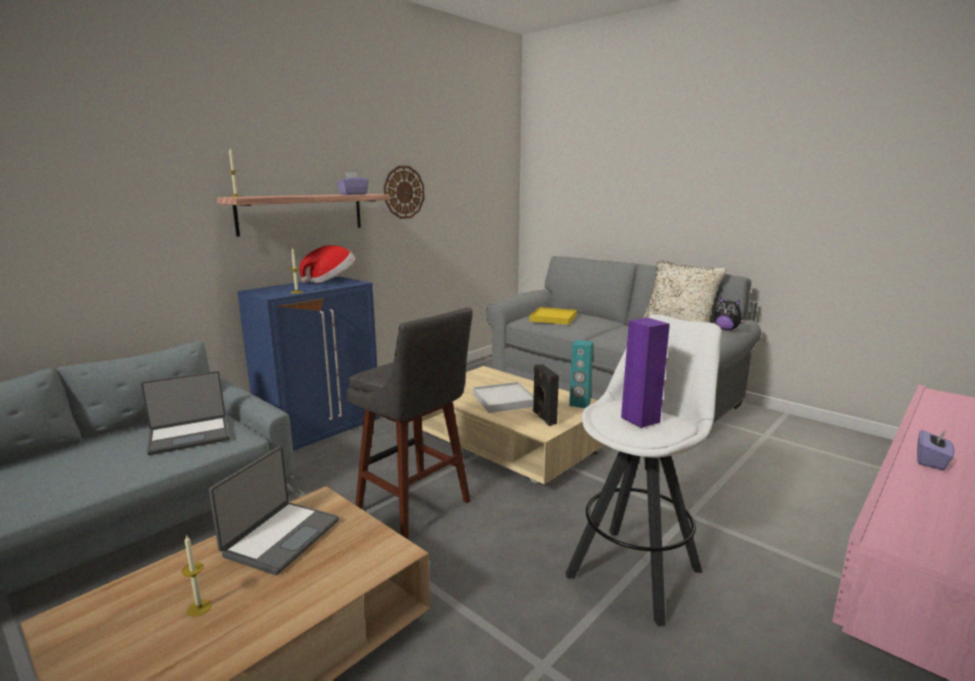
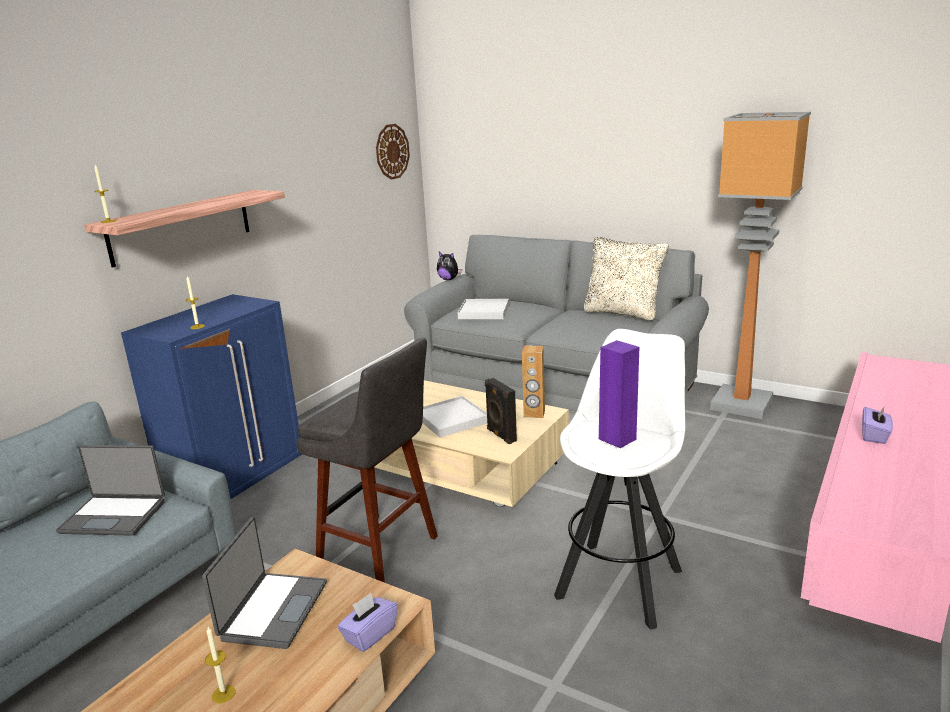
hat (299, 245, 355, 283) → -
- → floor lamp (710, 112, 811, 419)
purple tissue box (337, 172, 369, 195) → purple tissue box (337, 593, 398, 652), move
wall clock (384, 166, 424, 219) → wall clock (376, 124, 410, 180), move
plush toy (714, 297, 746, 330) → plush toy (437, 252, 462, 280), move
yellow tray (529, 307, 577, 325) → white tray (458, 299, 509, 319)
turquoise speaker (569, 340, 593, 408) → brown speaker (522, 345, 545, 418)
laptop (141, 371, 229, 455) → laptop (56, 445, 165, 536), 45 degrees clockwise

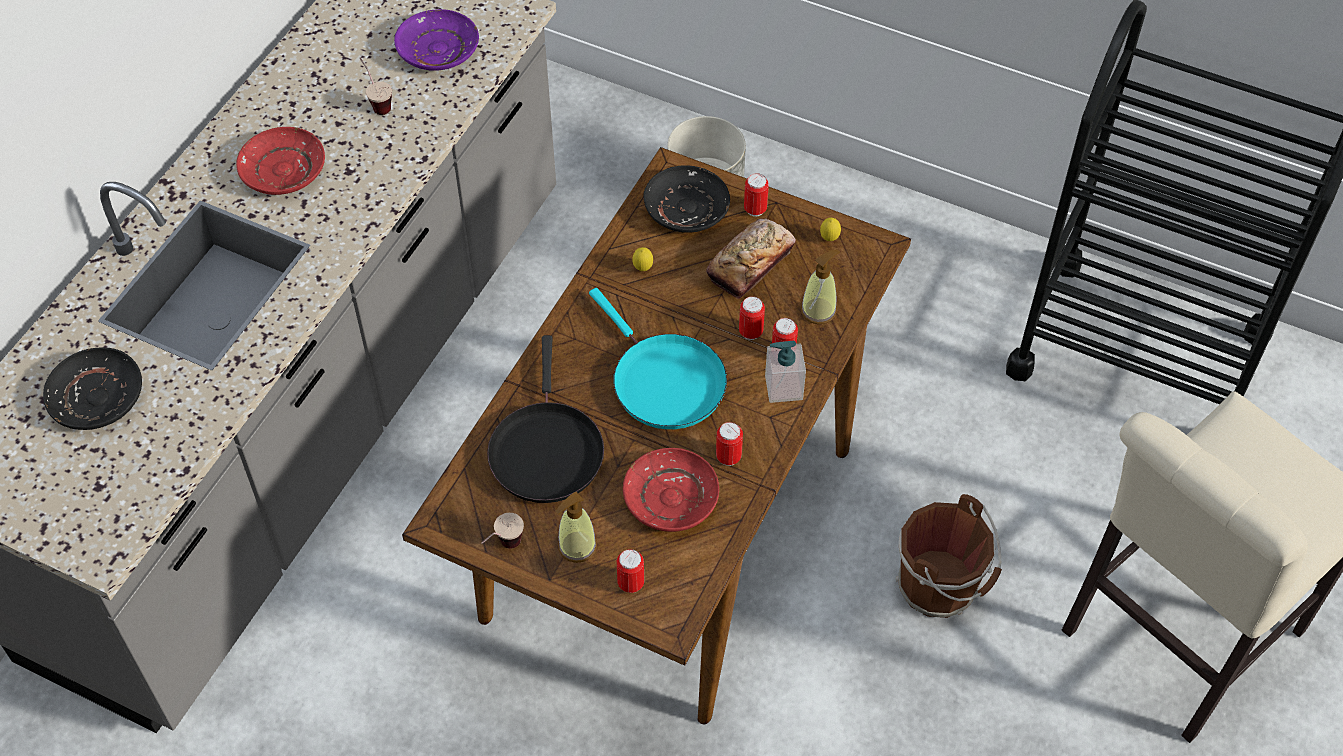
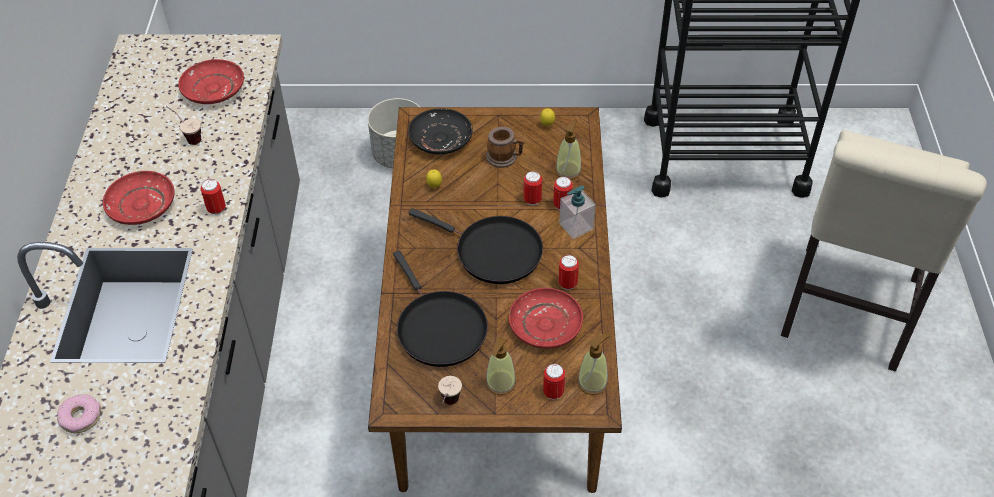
brown bucket (895, 494, 1002, 618) → -
- → soap dispenser (577, 333, 611, 395)
can (744, 173, 769, 216) → can (200, 179, 226, 215), move
black plate (43, 347, 142, 430) → donut (57, 394, 101, 433)
bread (706, 219, 796, 299) → mug (486, 127, 524, 168)
purple plate (394, 9, 479, 70) → red plate (178, 59, 244, 104)
turquoise frying pan (589, 288, 727, 429) → black frying pan (409, 208, 543, 284)

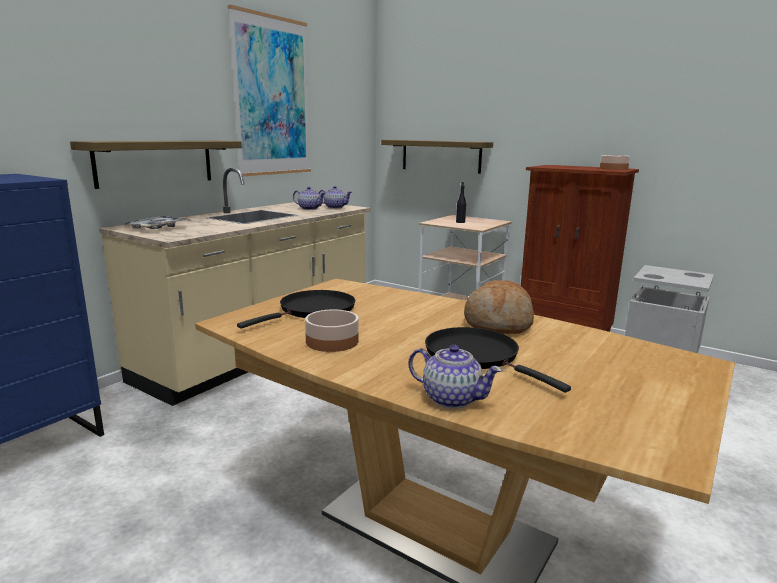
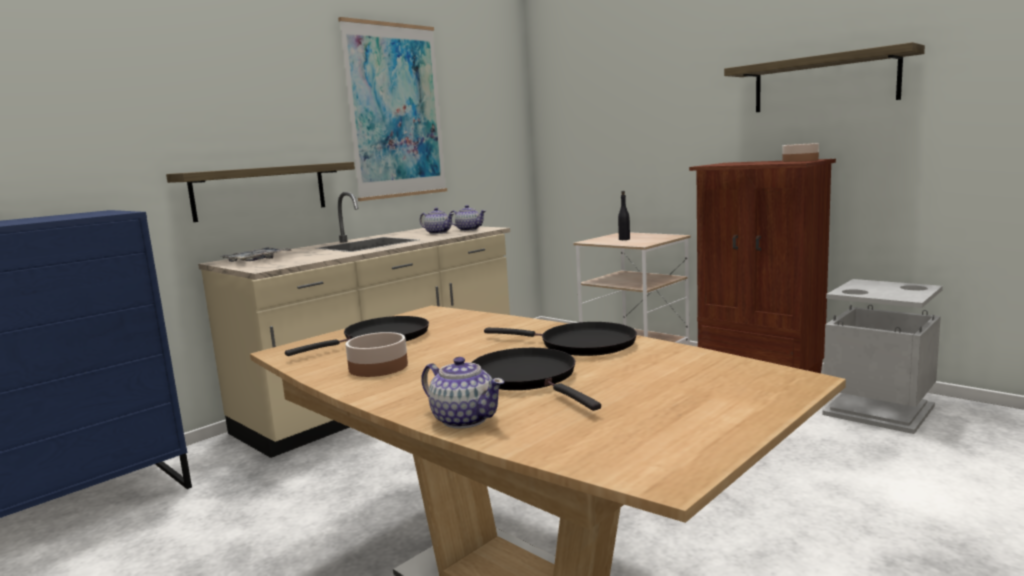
shelf (381, 140, 493, 174) → shelf (724, 42, 925, 112), move
bread (464, 280, 534, 334) → black frying pan (484, 322, 637, 356)

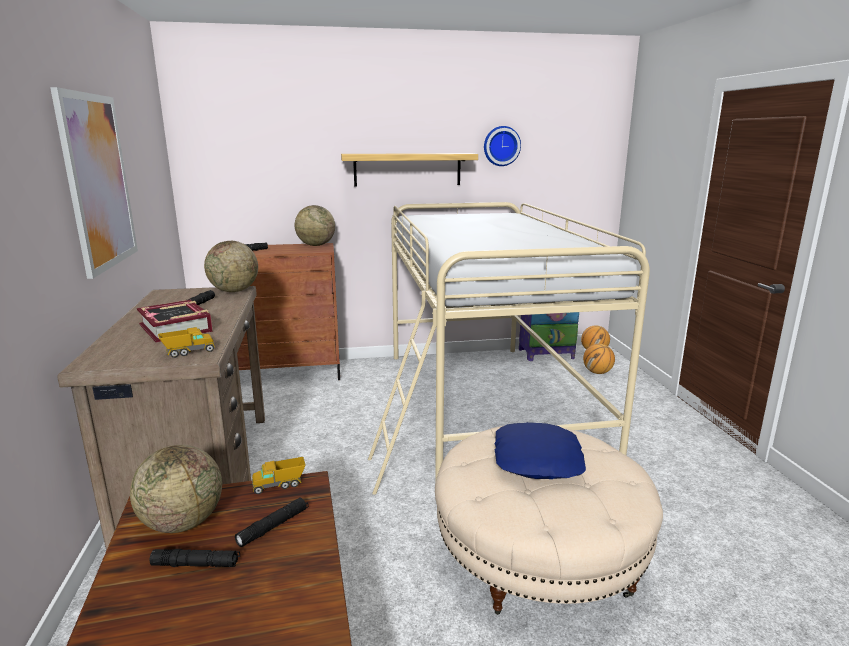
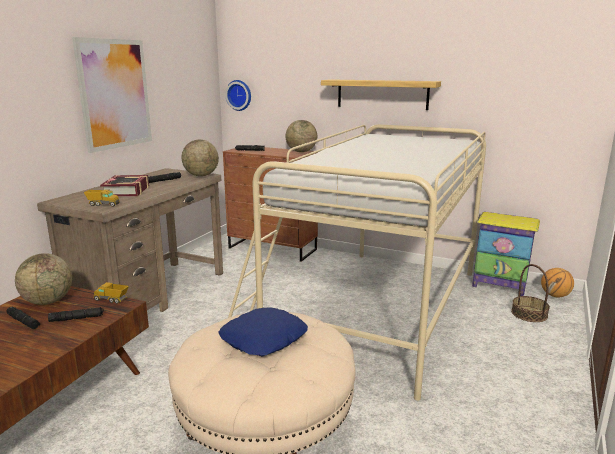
wall clock (484, 126, 521, 166) → wall clock (225, 80, 251, 111), move
basketball (583, 344, 615, 374) → basket (511, 264, 550, 322)

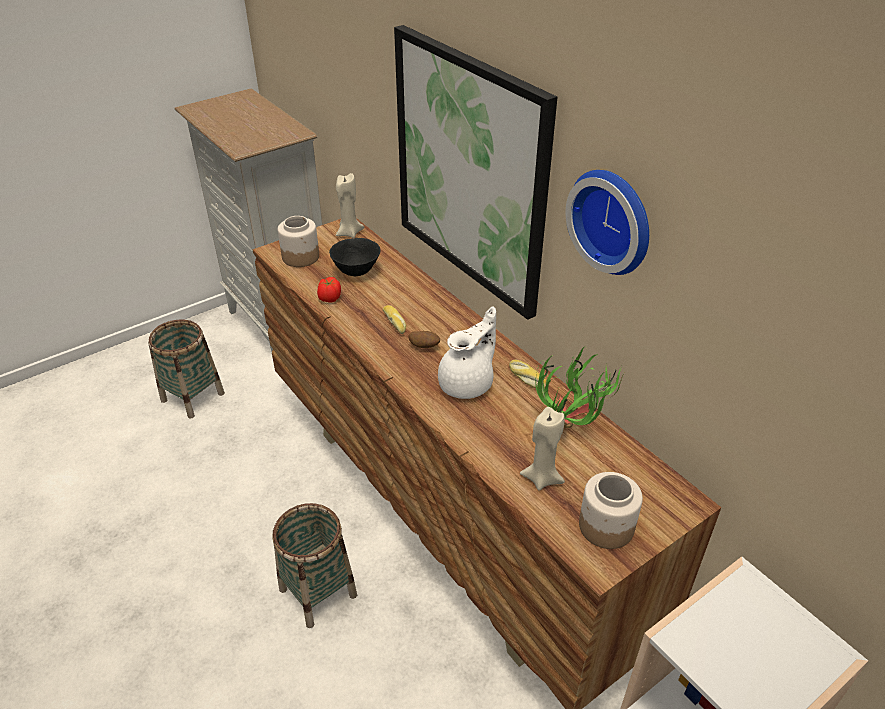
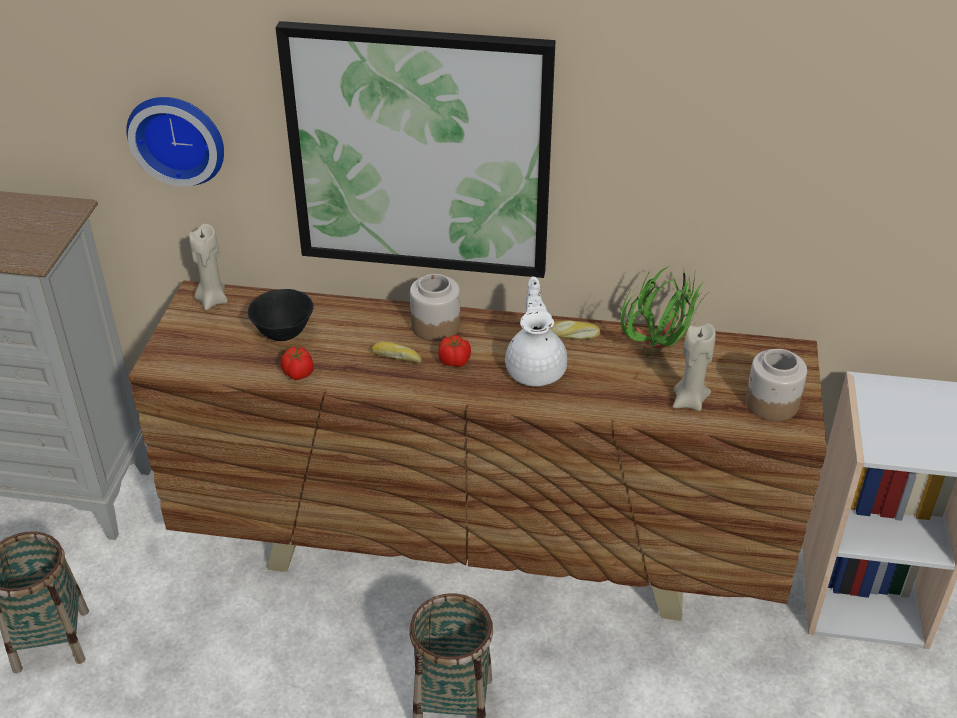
jar (278, 216, 319, 267) → jar (410, 274, 460, 341), move
wall clock (566, 170, 649, 275) → wall clock (126, 97, 224, 186), move
potato (409, 331, 440, 348) → tomato (438, 335, 471, 367)

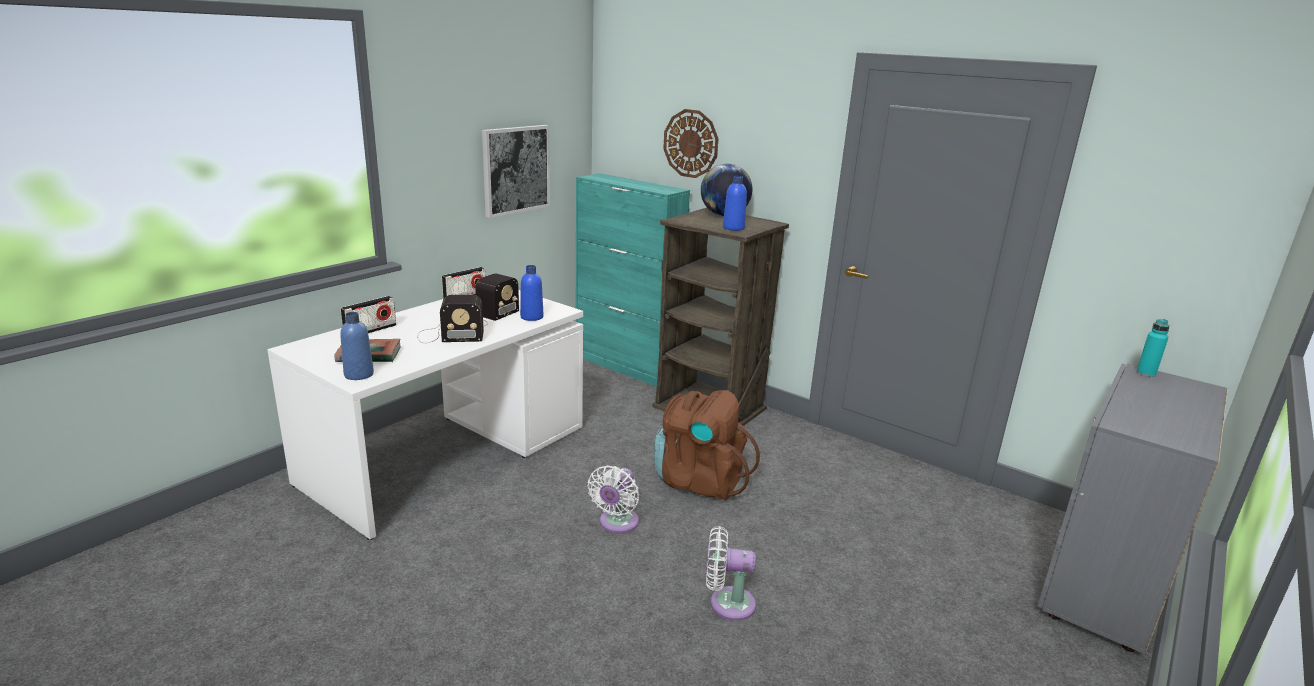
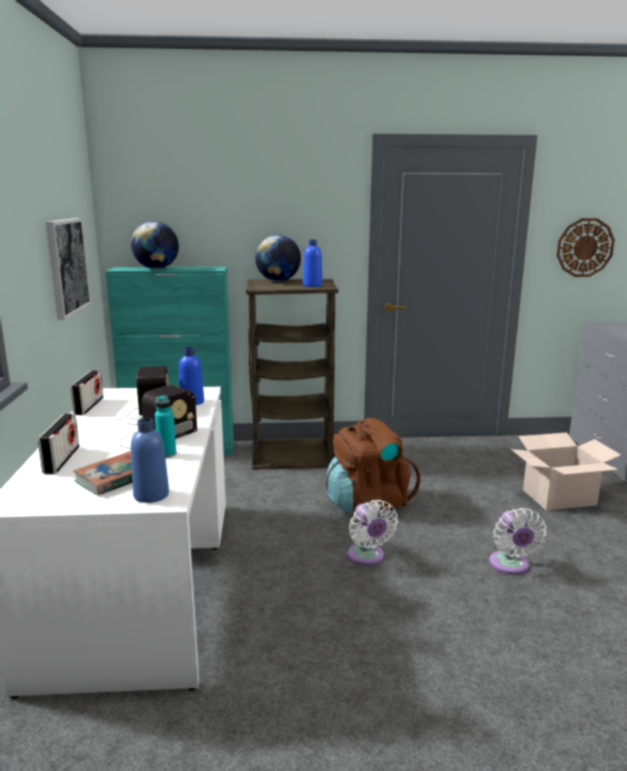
- → globe (131, 221, 179, 269)
- → cardboard box (511, 432, 621, 511)
wall clock (663, 109, 718, 178) → wall clock (557, 218, 615, 277), move
turquoise bottle (1136, 319, 1169, 377) → turquoise bottle (155, 395, 176, 458), move
white fan (706, 526, 756, 621) → white fan (489, 508, 547, 575), 60 degrees counterclockwise

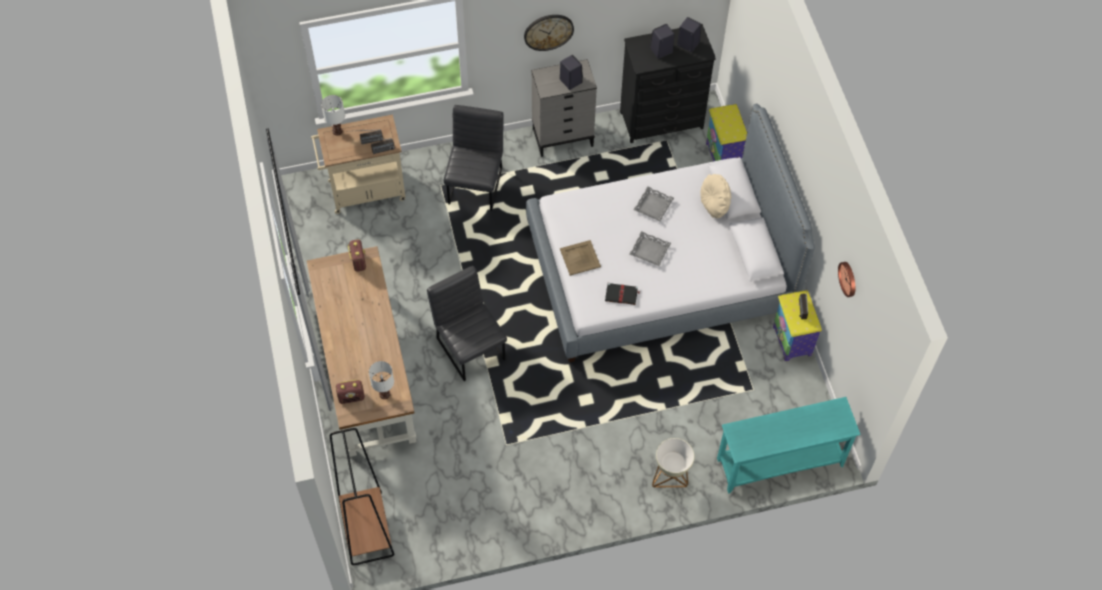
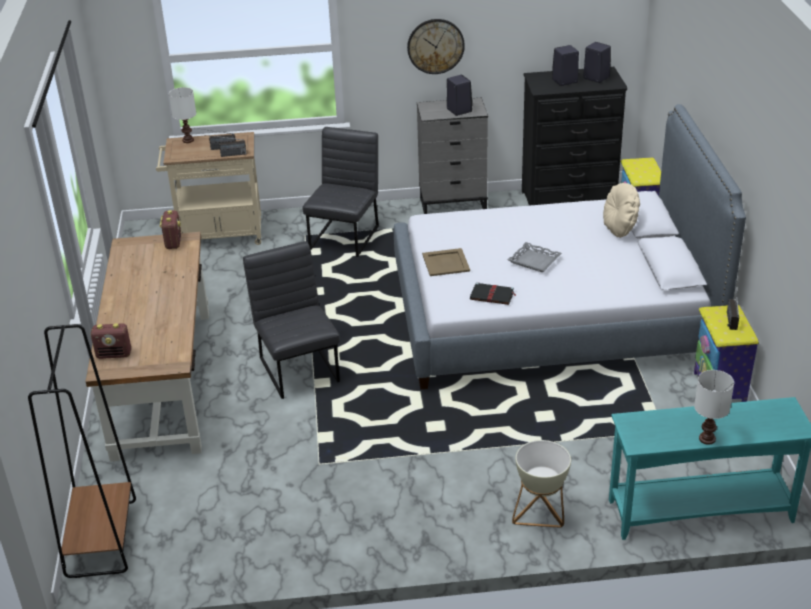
grey tray (633, 186, 674, 221) → -
wall clock (838, 262, 855, 297) → -
white table lamp (369, 361, 394, 399) → white table lamp (694, 370, 734, 445), move

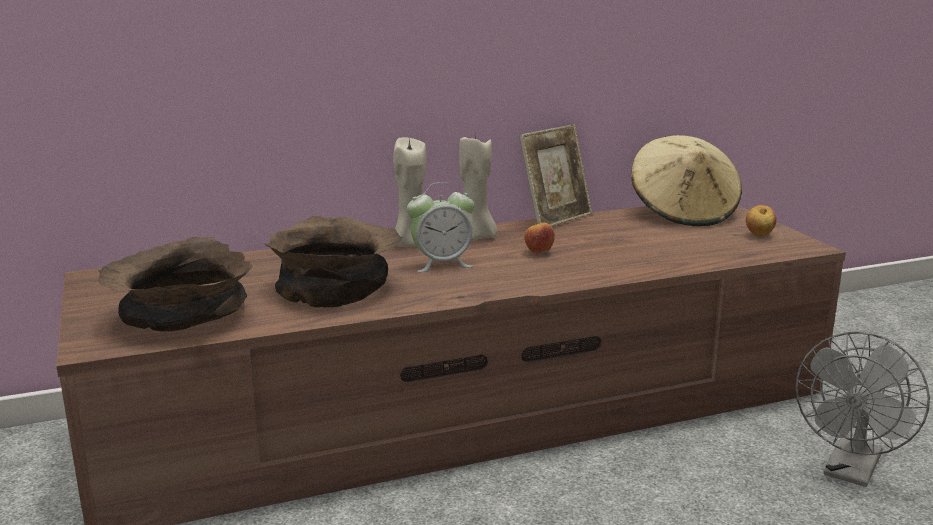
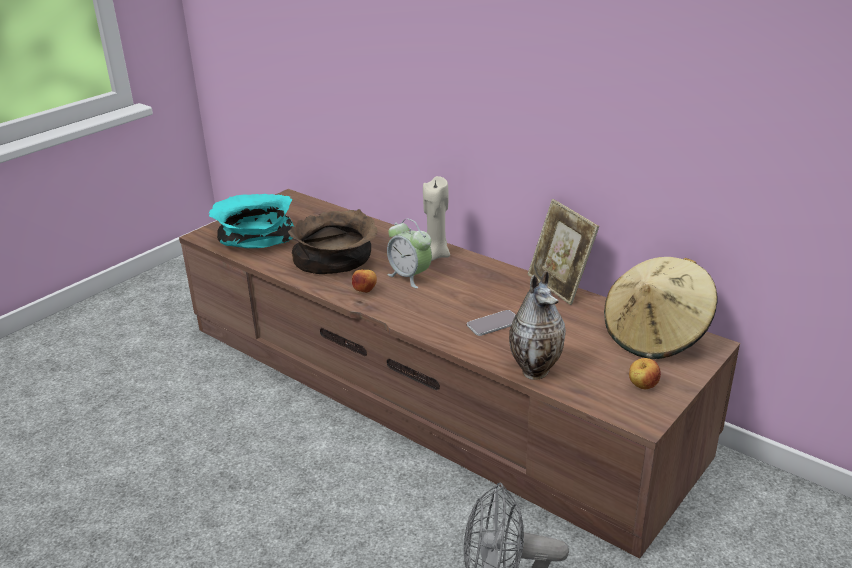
beige candle (459, 133, 498, 241) → -
- → phone (467, 310, 516, 336)
- → vase (509, 271, 566, 380)
apple (524, 223, 555, 253) → apple (352, 269, 377, 293), move
brown bowl (98, 237, 253, 332) → turquoise bowl (209, 194, 294, 248)
picture frame (519, 124, 592, 227) → picture frame (527, 199, 599, 305), 45 degrees clockwise

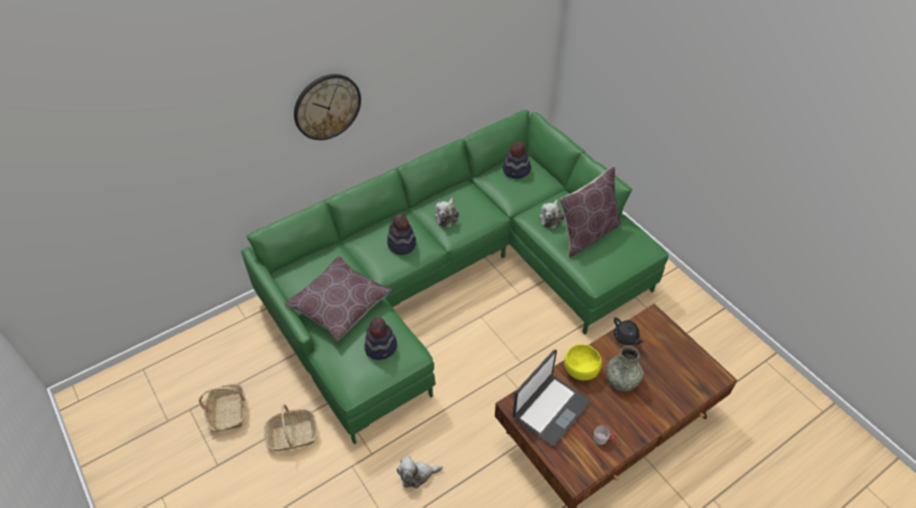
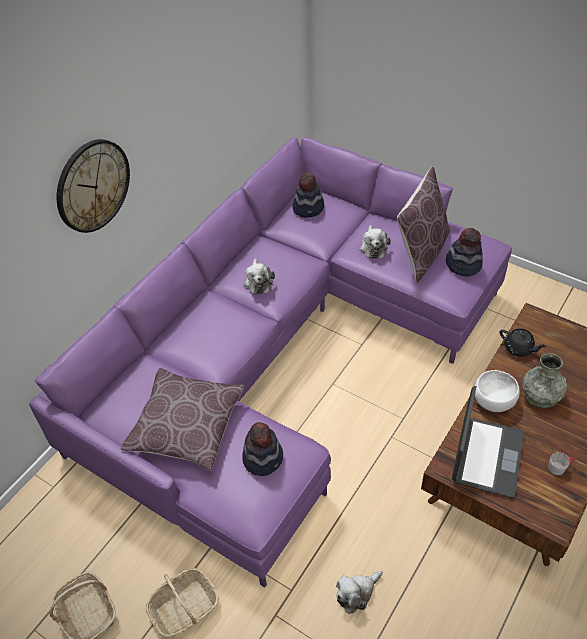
hat (387, 215, 416, 255) → hat (446, 228, 483, 277), move
green sofa (241, 110, 669, 444) → purple sofa (29, 137, 512, 588)
yellow bowl (564, 344, 602, 380) → white bowl (475, 370, 520, 412)

